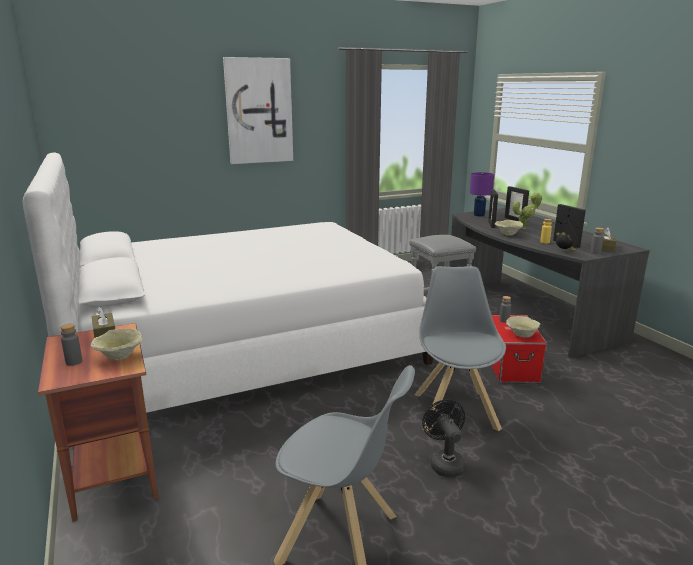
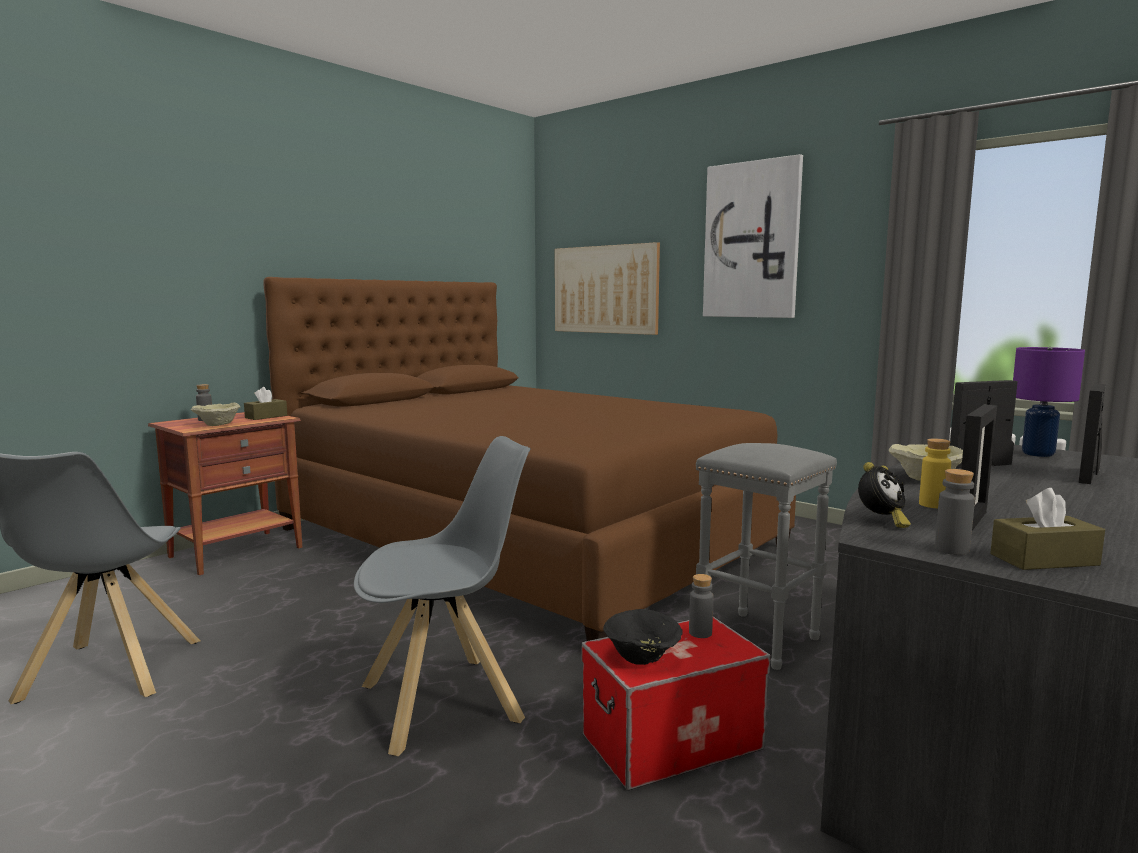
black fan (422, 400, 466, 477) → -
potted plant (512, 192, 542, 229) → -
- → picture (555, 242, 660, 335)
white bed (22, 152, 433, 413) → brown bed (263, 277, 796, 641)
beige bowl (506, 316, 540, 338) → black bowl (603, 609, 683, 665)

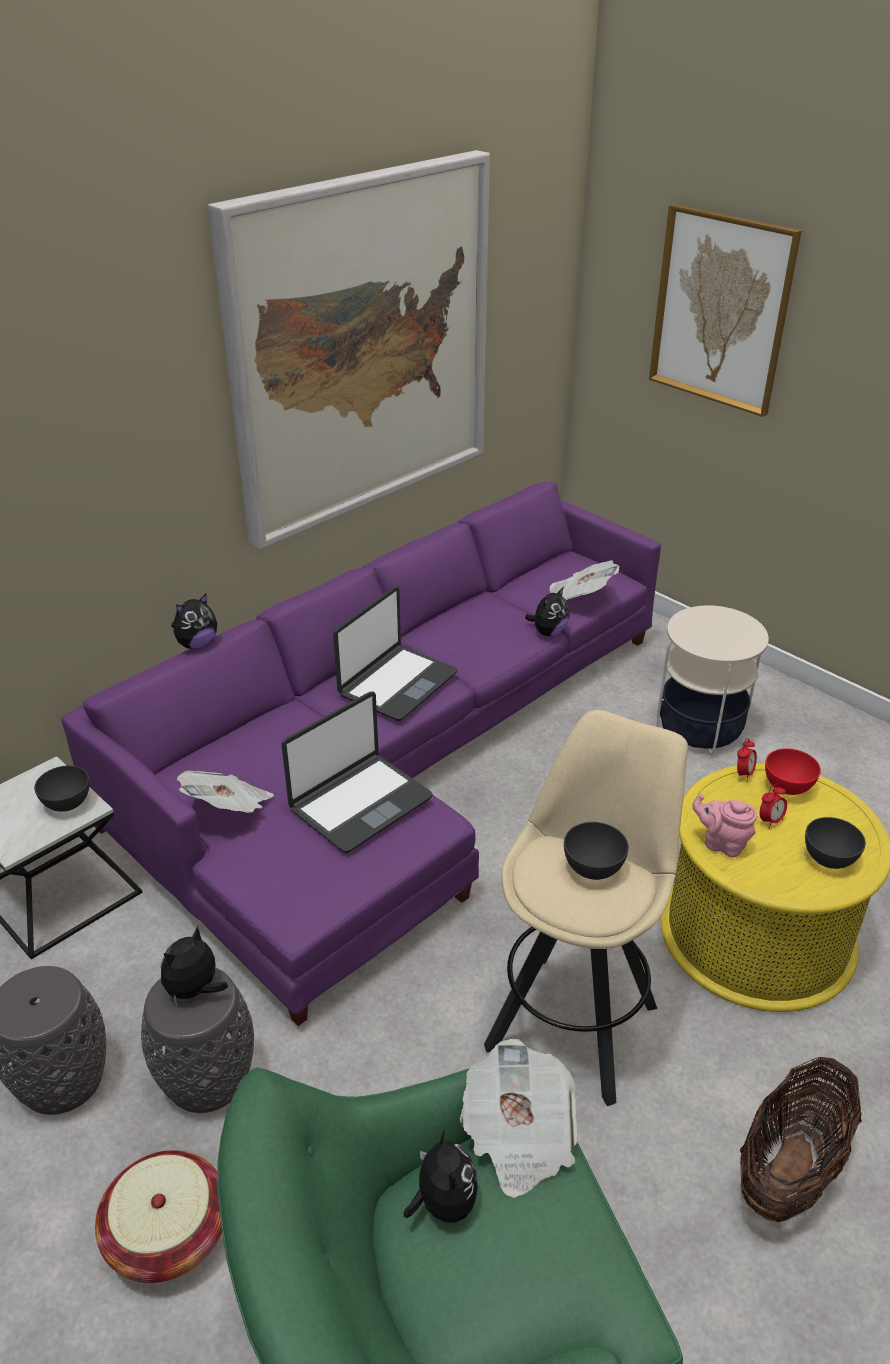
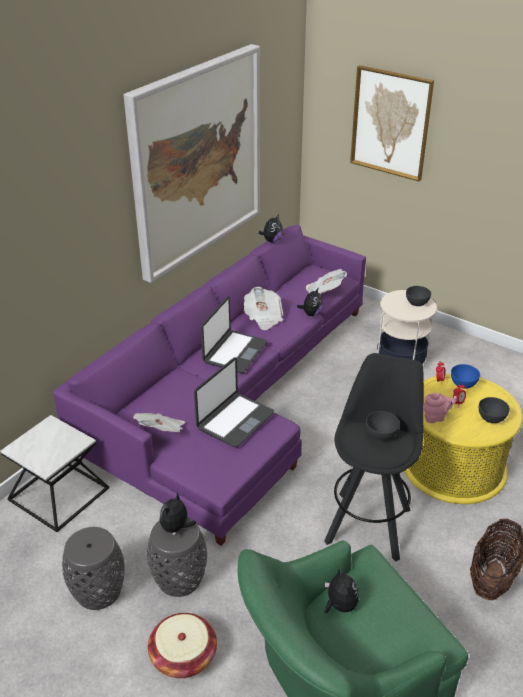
grey bowl (34, 766, 90, 812) → grey bowl (406, 286, 431, 306), move
plush toy (171, 593, 217, 649) → plush toy (259, 215, 283, 243), move
newspaper (460, 1039, 577, 1198) → newspaper (244, 287, 283, 330), move
beige stool (484, 710, 688, 1106) → black stool (324, 353, 424, 562)
red bowl (765, 748, 821, 795) → blue bowl (451, 364, 480, 389)
pink teapot (692, 794, 757, 857) → pink teapot (424, 392, 457, 423), 150 degrees clockwise

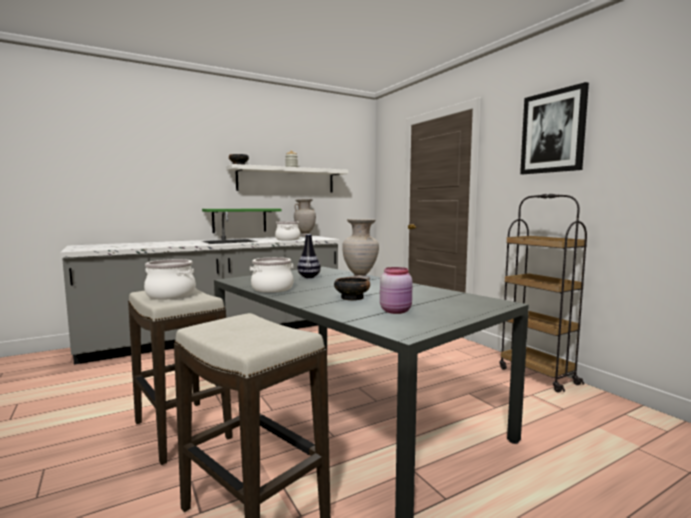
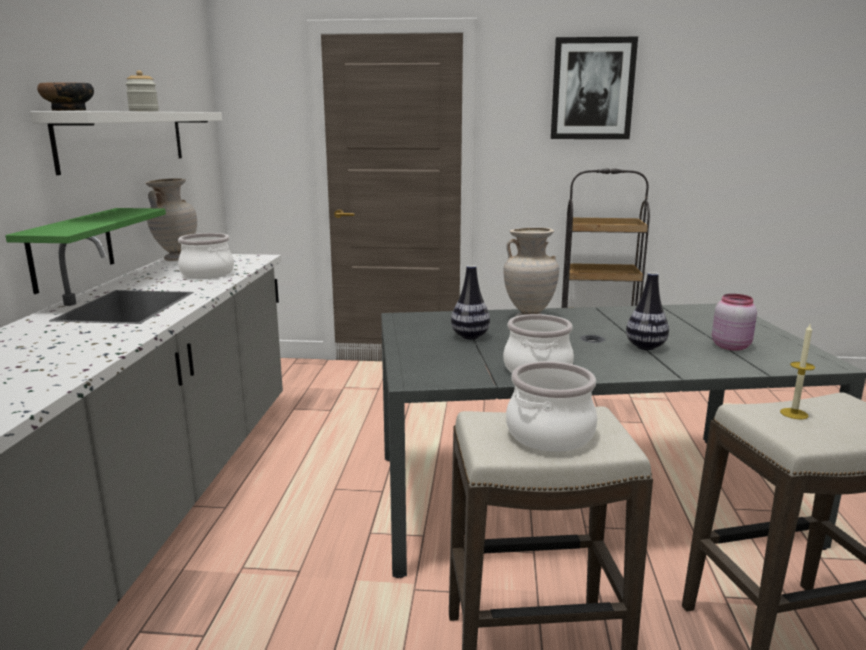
- → candle (780, 324, 815, 419)
bowl (334, 277, 370, 301) → vase (626, 272, 669, 350)

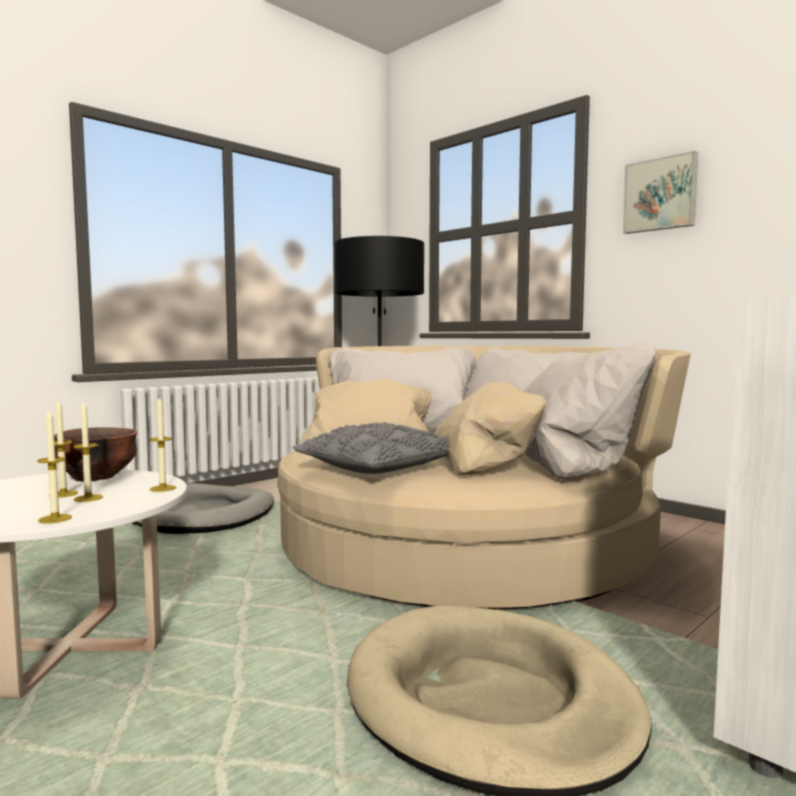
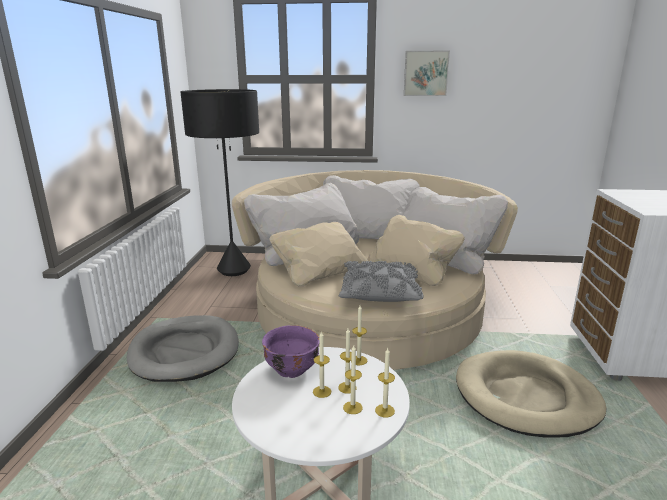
- → candle (343, 345, 363, 414)
brown bowl (54, 427, 138, 481) → purple bowl (262, 325, 319, 378)

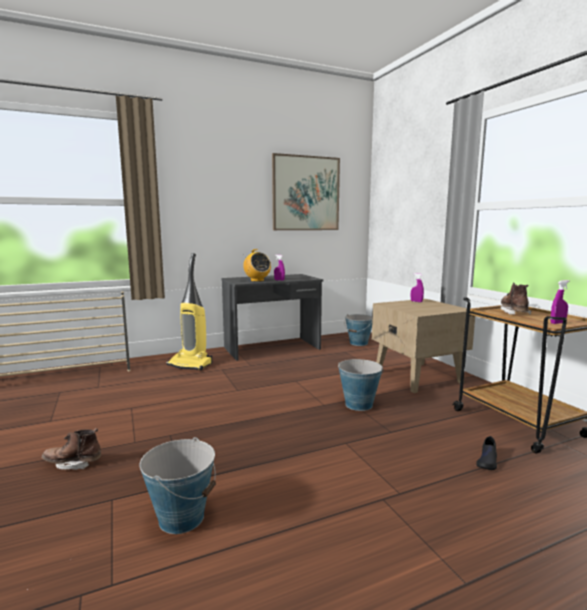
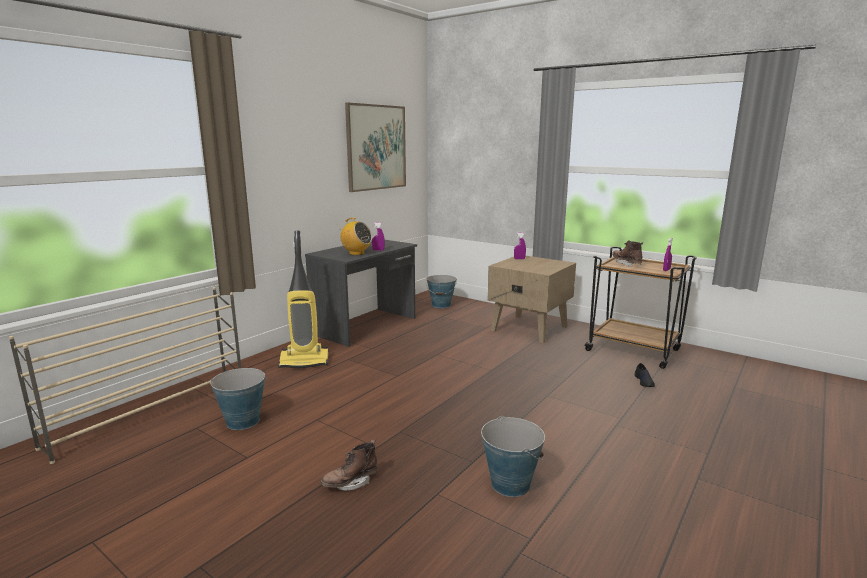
bucket (338, 359, 384, 411) → bucket (210, 368, 266, 430), move

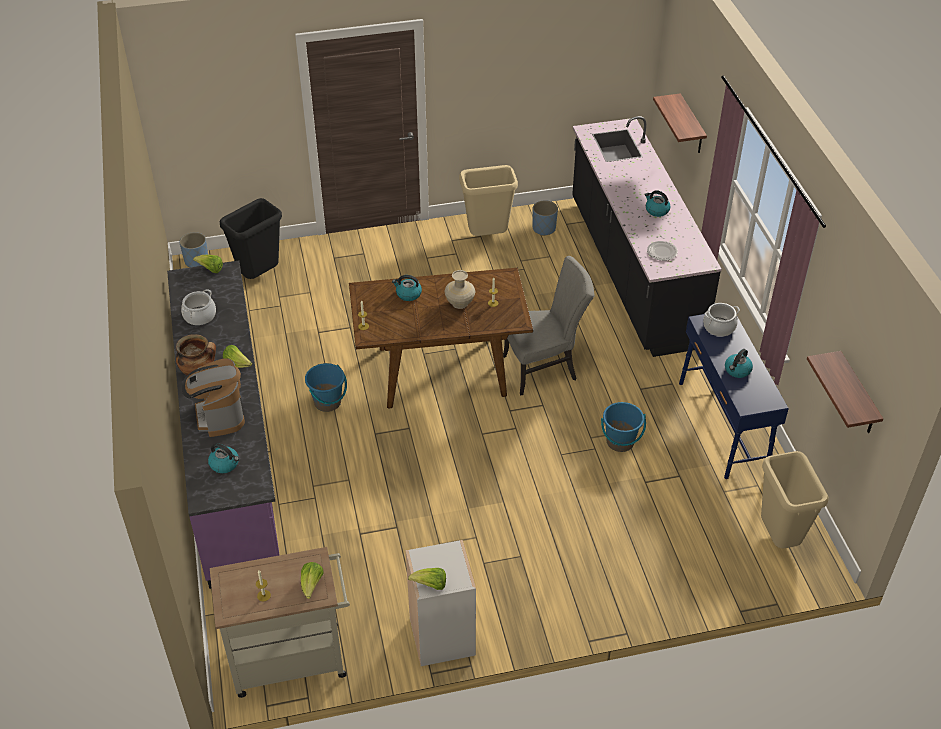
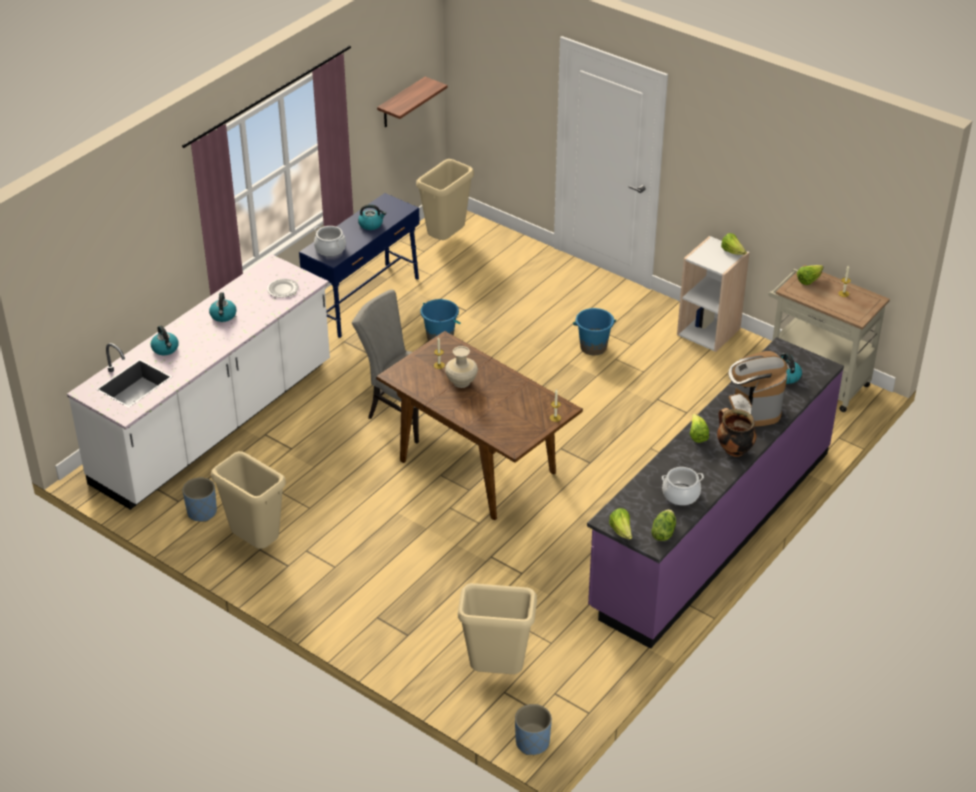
shelf (653, 93, 707, 153) → -
- → lettuce (651, 509, 676, 541)
blue bucket (305, 363, 347, 412) → blue bucket (573, 308, 616, 355), move
kettle (392, 275, 422, 301) → kettle (151, 325, 179, 355), move
black trash can (219, 198, 282, 279) → beige trash can (458, 583, 537, 674)
black counter (572, 116, 722, 357) → white counter (67, 254, 330, 510)
coffee machine (182, 358, 245, 437) → coffee machine (728, 351, 788, 427), 135 degrees clockwise

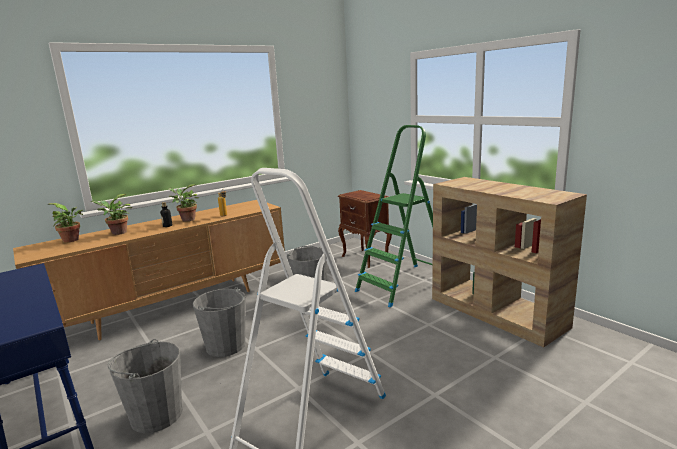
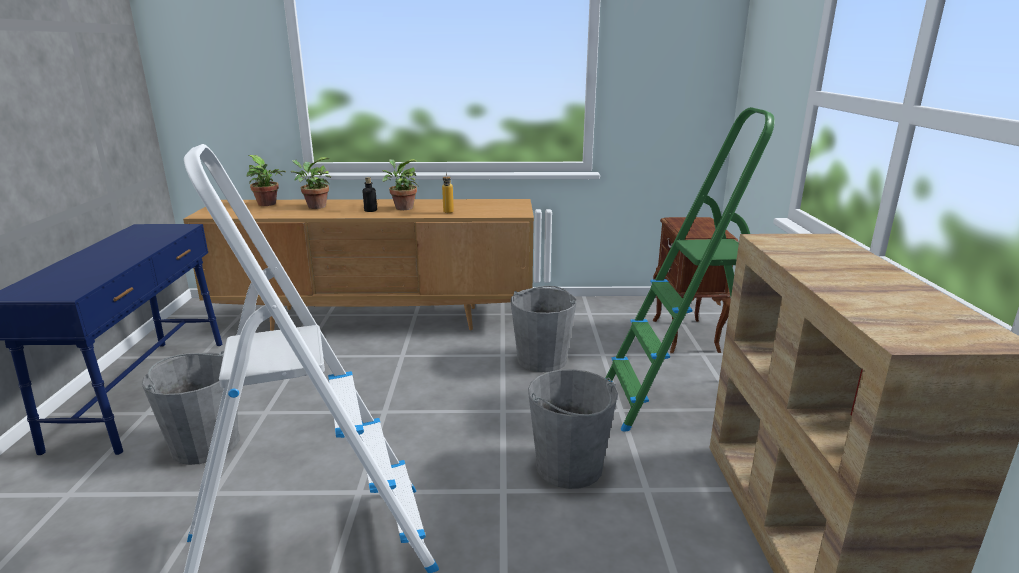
grey bucket (193, 287, 246, 357) → grey bucket (528, 369, 618, 489), move

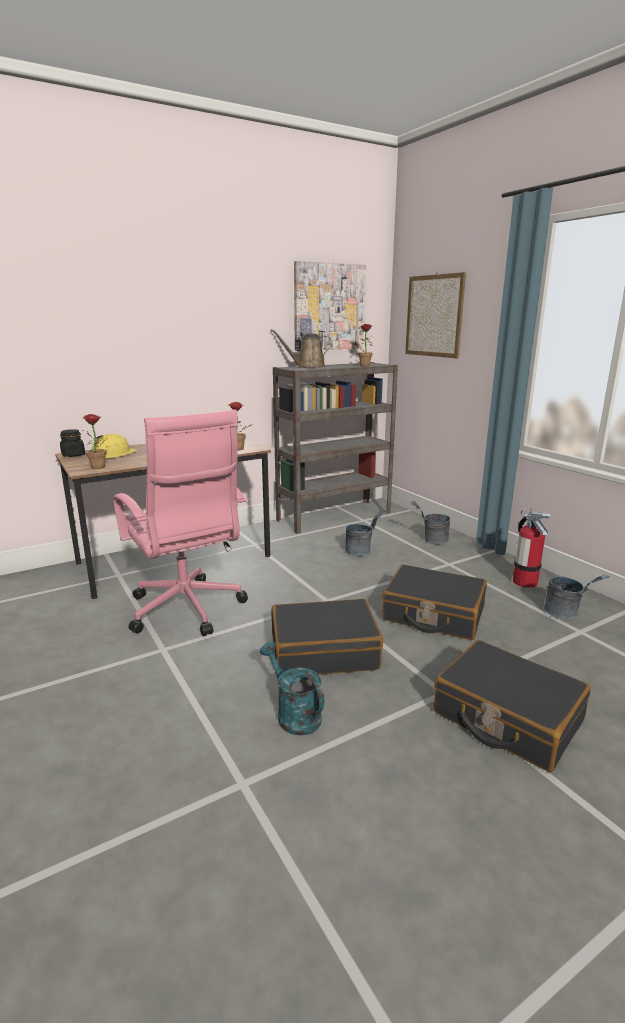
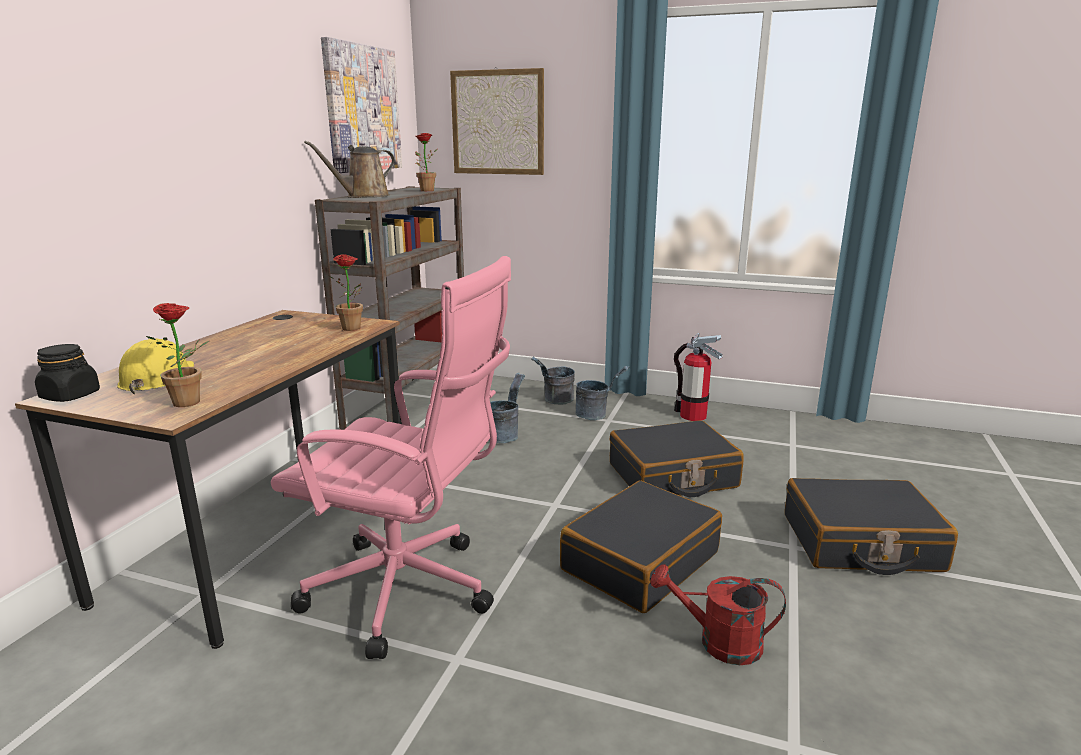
grey bucket (544, 574, 610, 620) → grey bucket (575, 366, 630, 420), move
turquoise watering can (260, 642, 325, 736) → red watering can (651, 564, 786, 665)

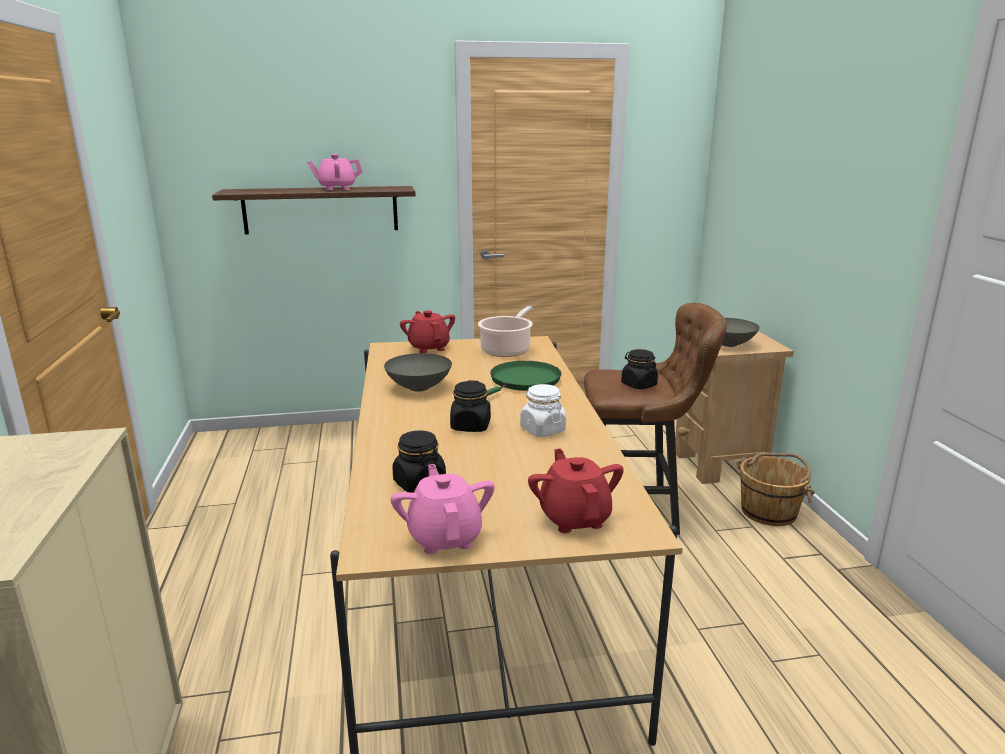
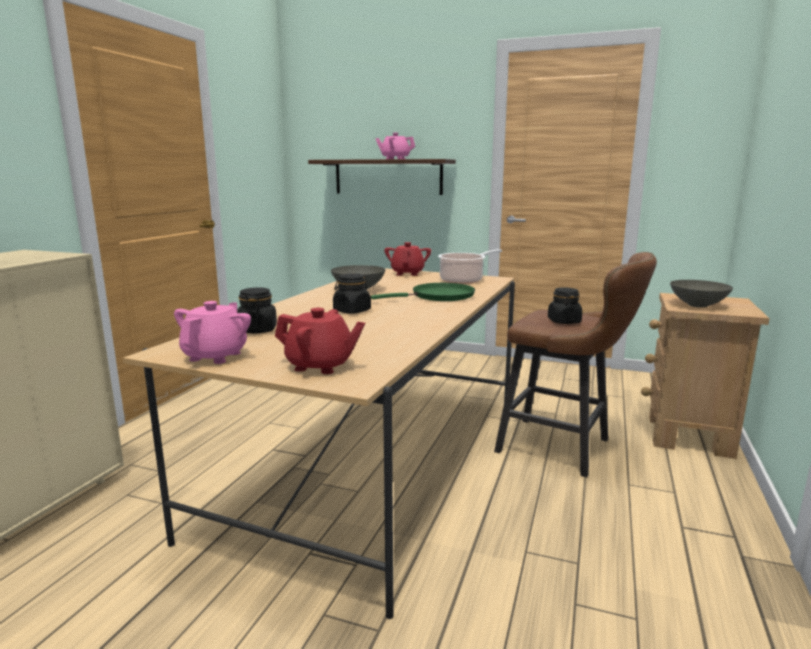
white jar (520, 384, 566, 437) → -
brown bucket (736, 453, 815, 526) → -
red teapot (528, 449, 624, 533) → red teapot (275, 308, 365, 374), 90 degrees clockwise

